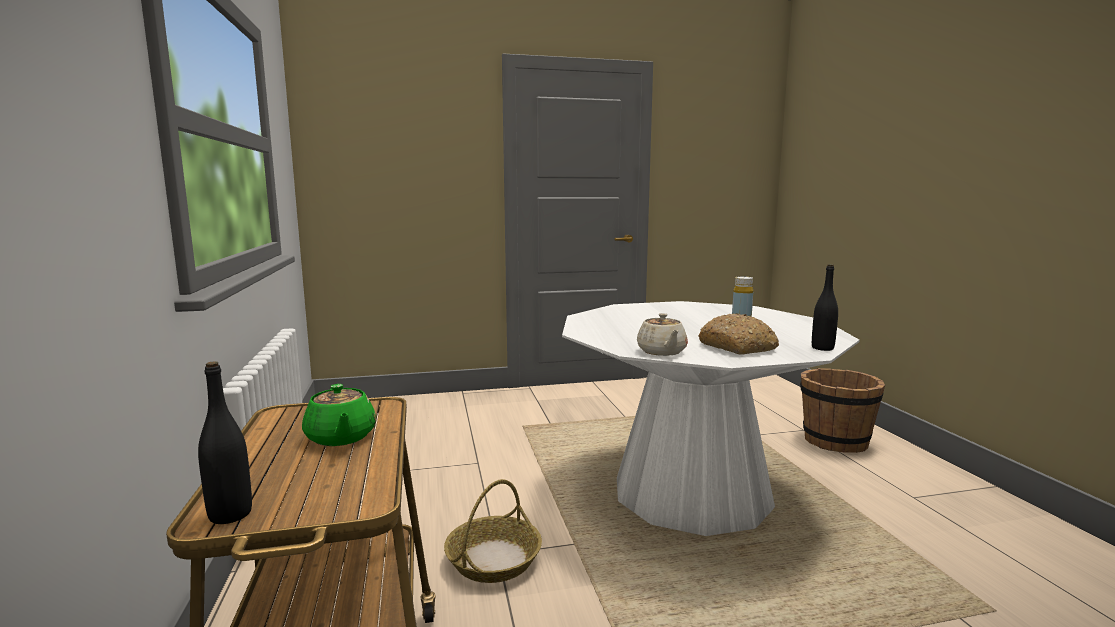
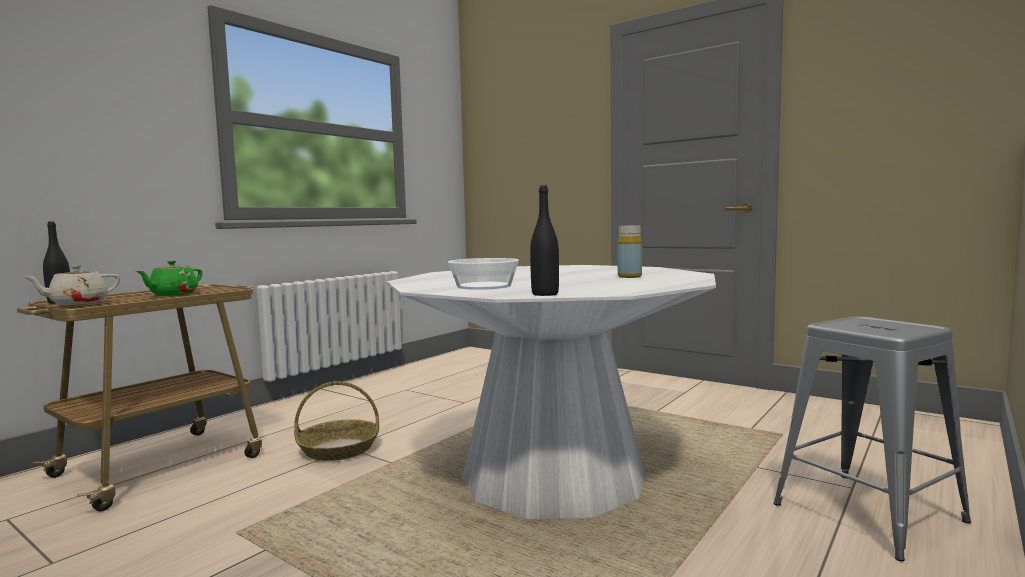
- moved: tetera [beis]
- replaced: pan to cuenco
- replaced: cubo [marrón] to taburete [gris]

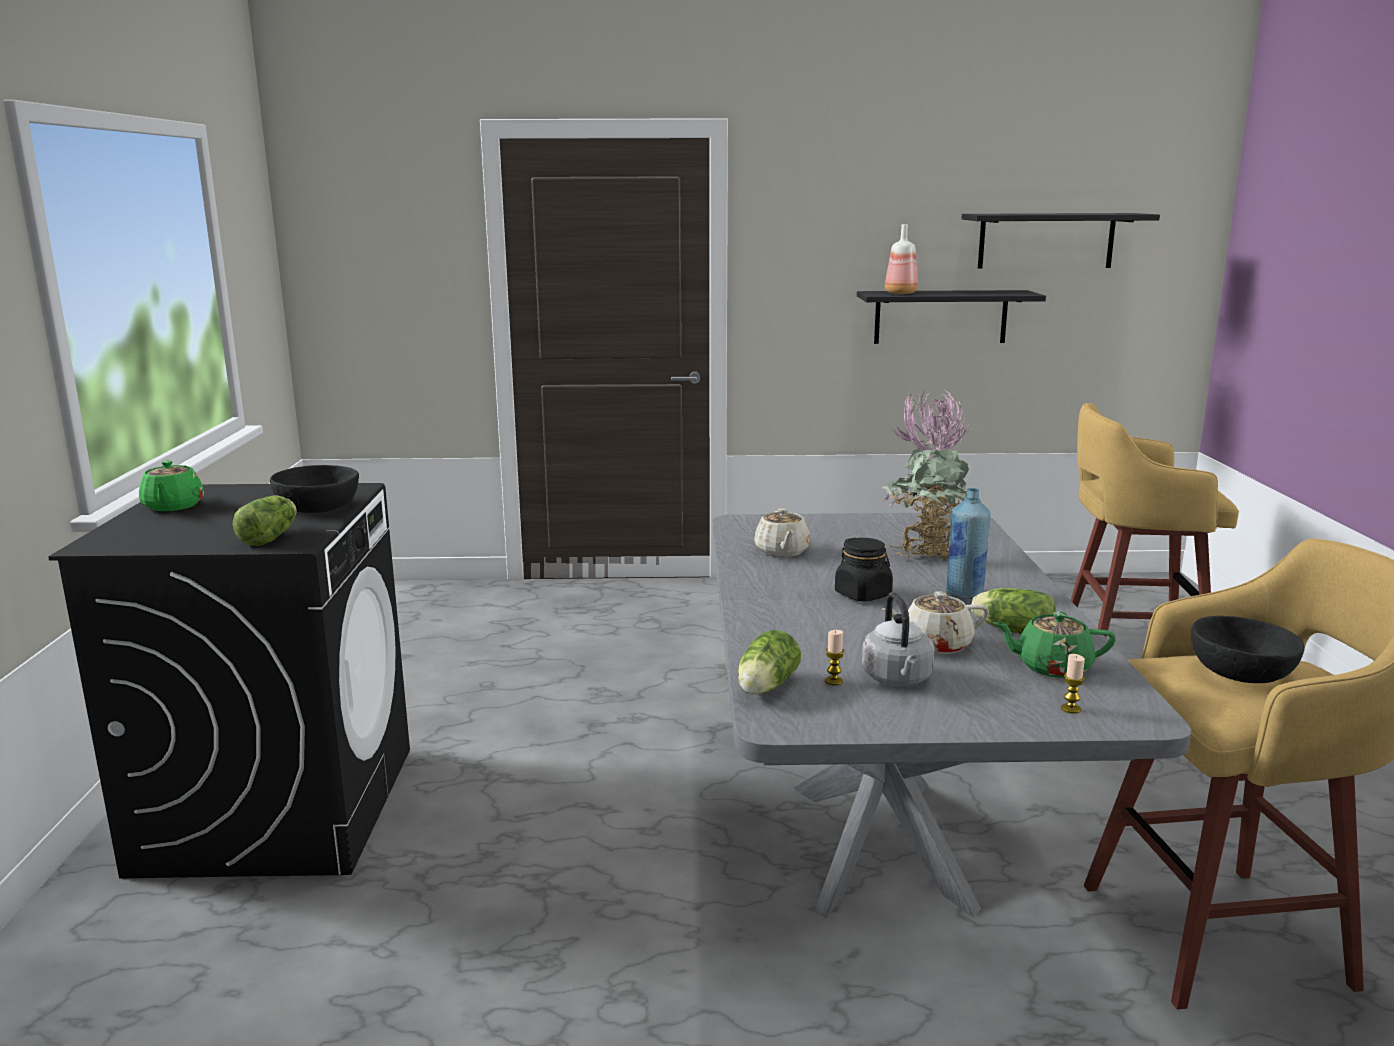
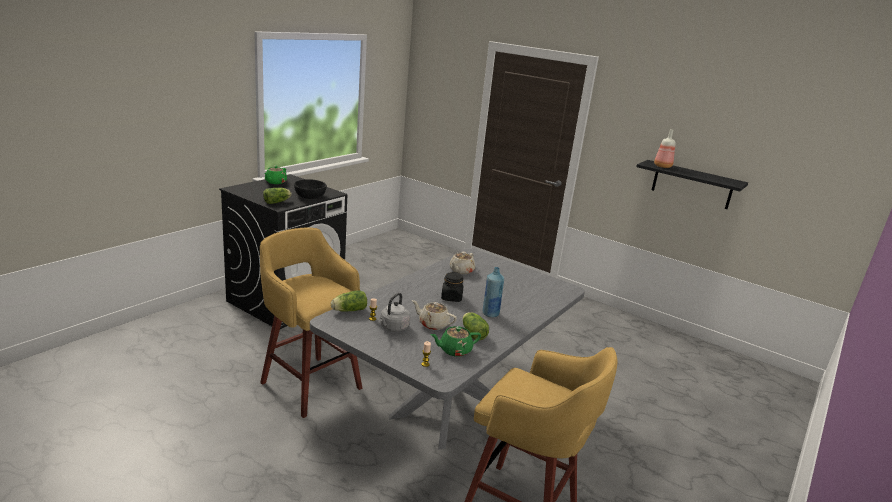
- moved: taburete [amarillo] (1st from left)
- turned: tetera [verde] (2nd from left) 60 degrees counterclockwise
- removed: planta en maceta
- removed: estante [negro] (2nd from left)
- removed: cuenco [negro] (2nd from left)

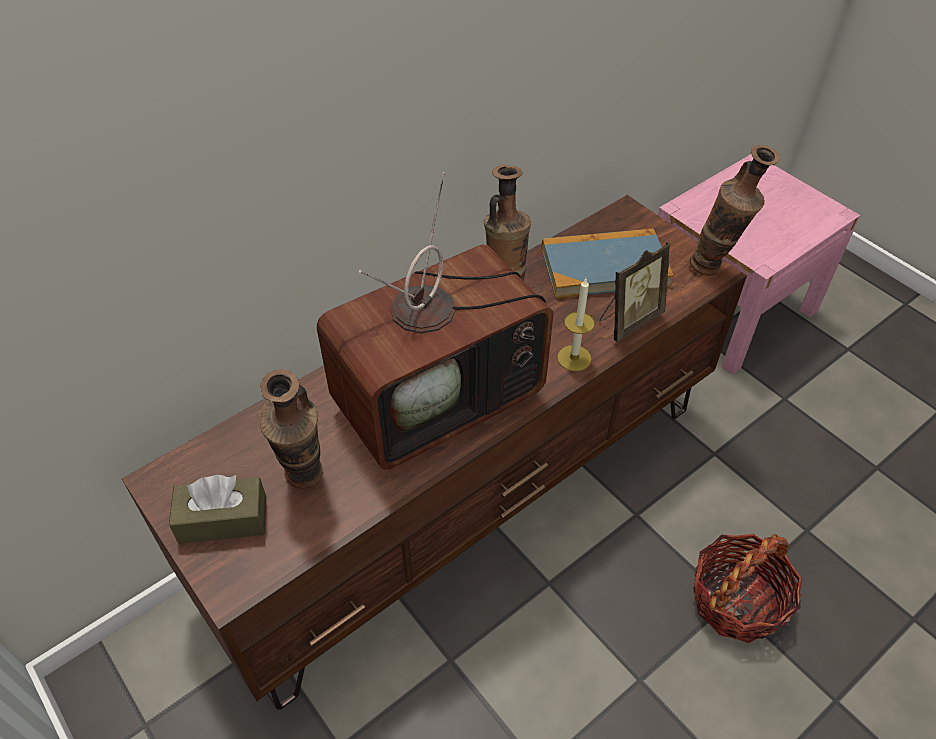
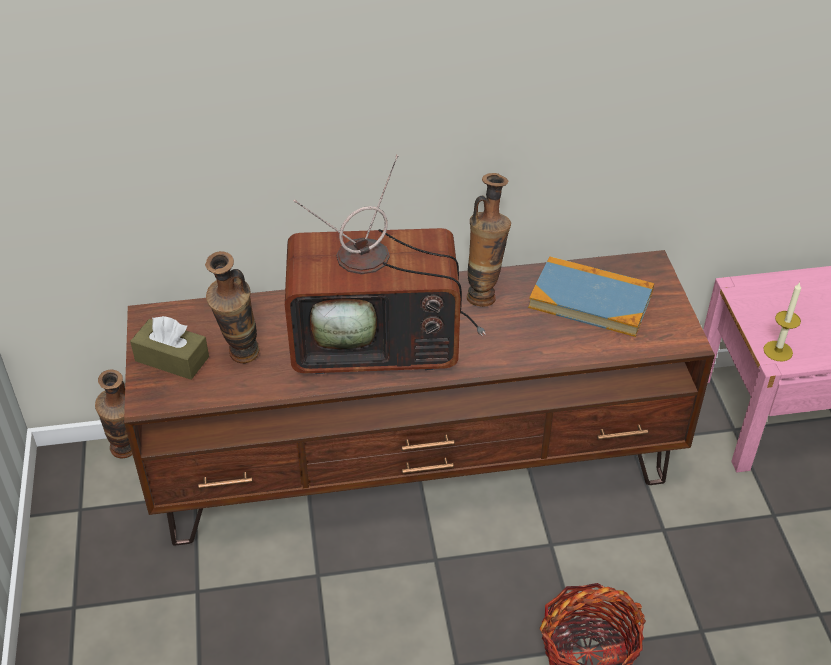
- moved: florero (3rd from left in the first image) to florero (1st from left)
- moved: vela
- removed: portarretratos

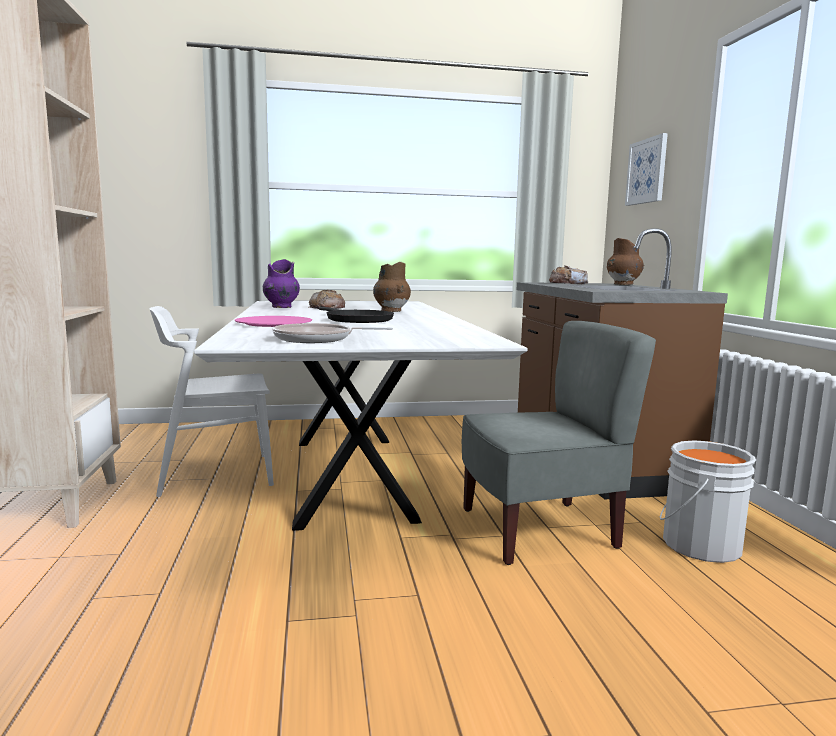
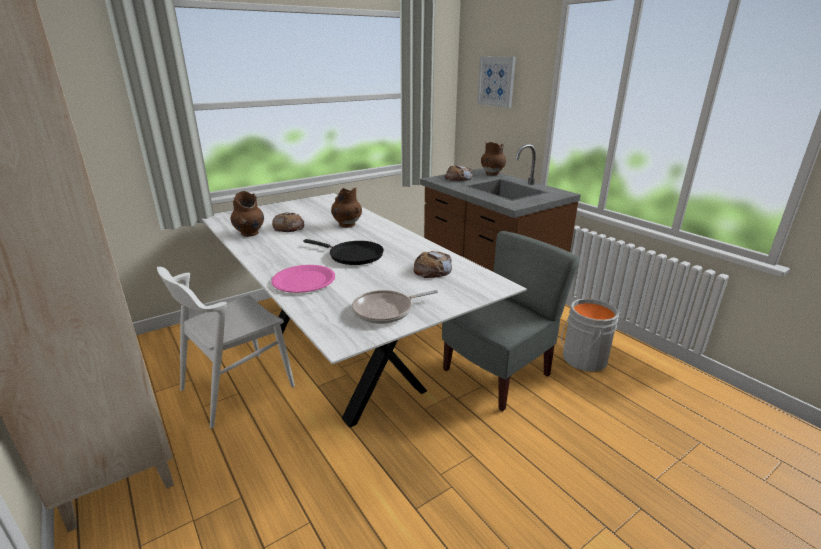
- recoloured: florero [morado] to florero [marrón] (1st from left)
- added: pan (2nd from left)

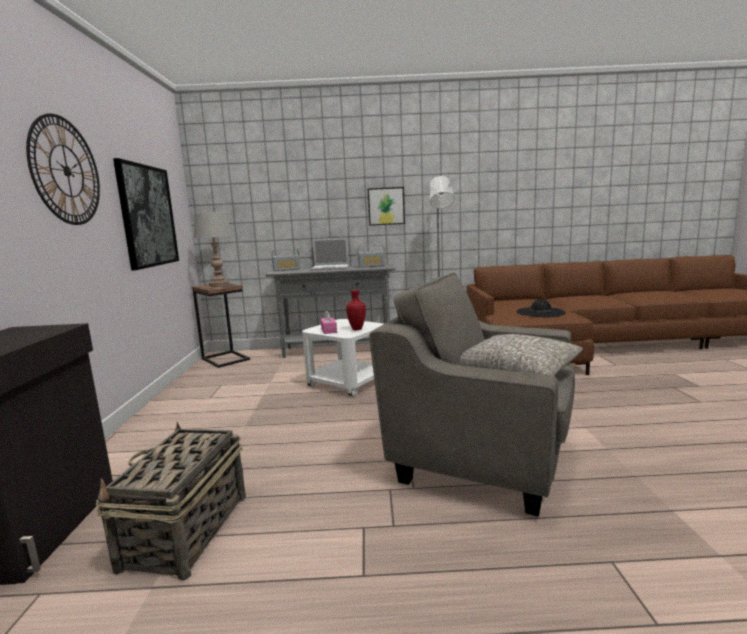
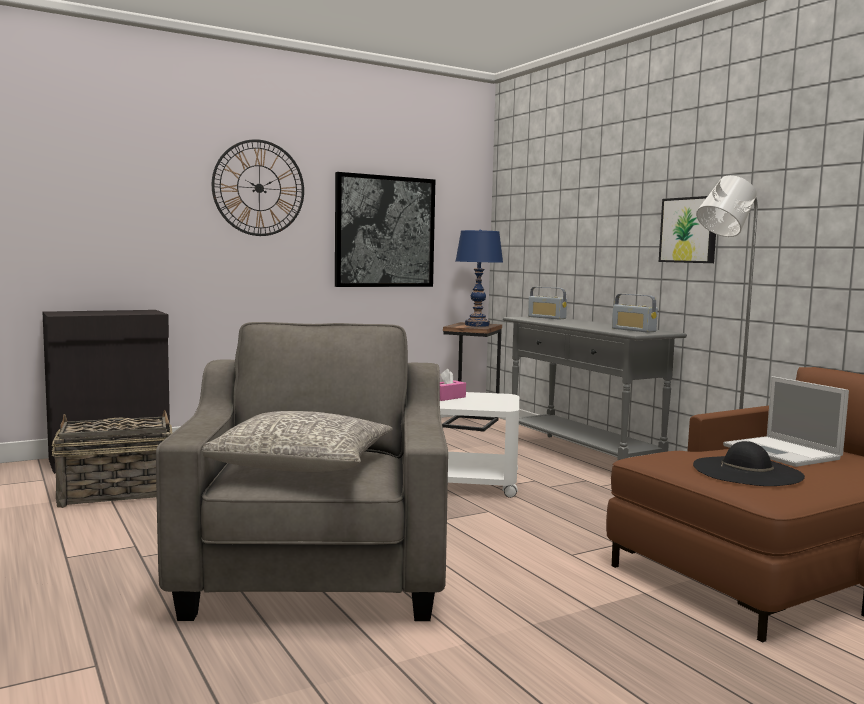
- recoloured: lámpara de mesa [gris] to lámpara de mesa [azul]
- moved: portátil
- removed: florero [rojo]

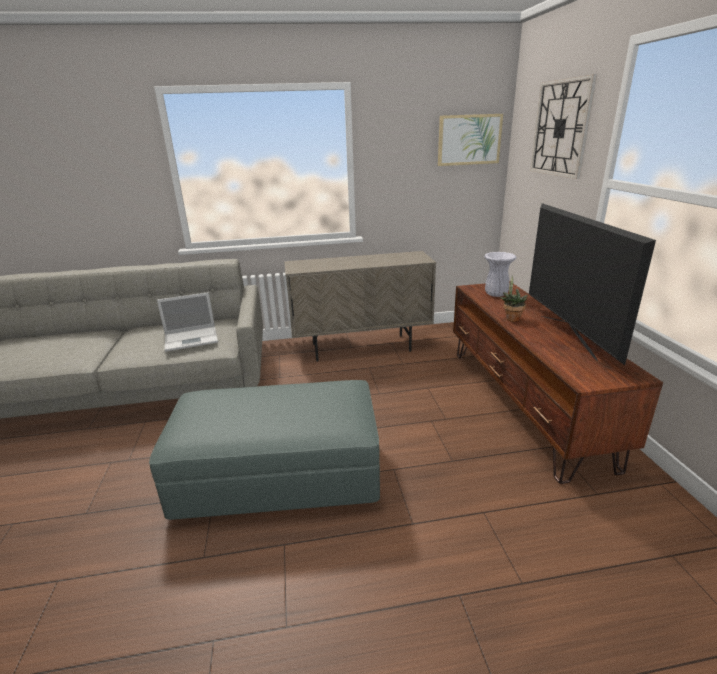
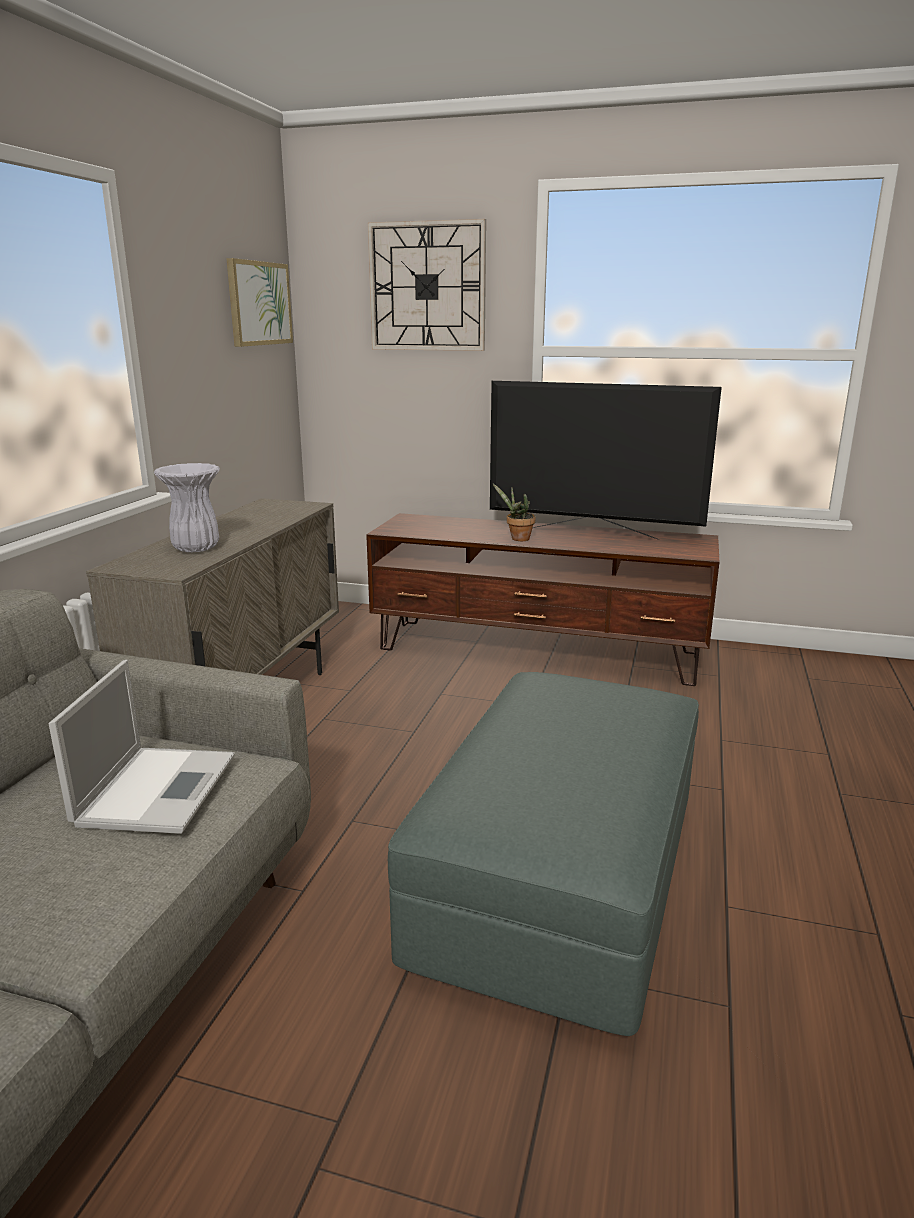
- moved: florero [blanco]

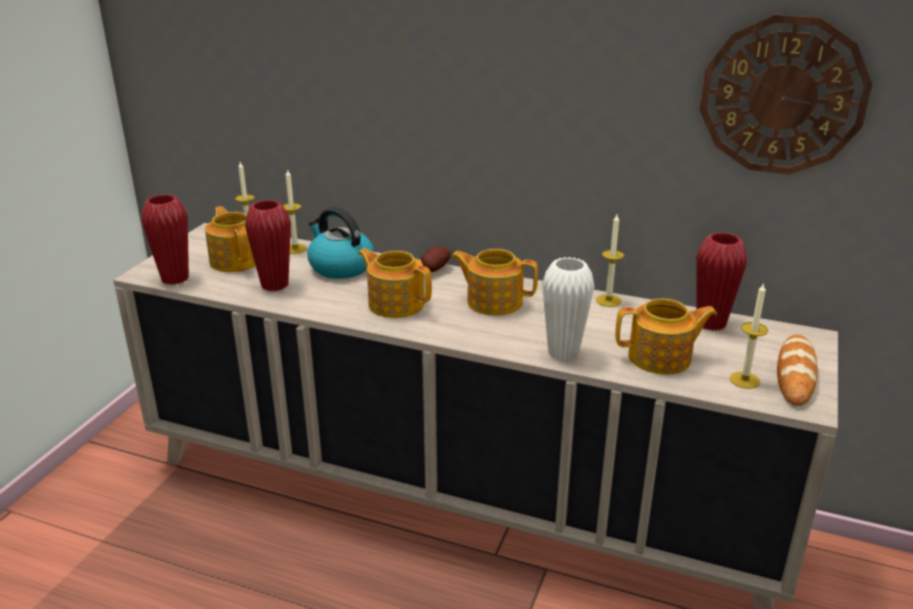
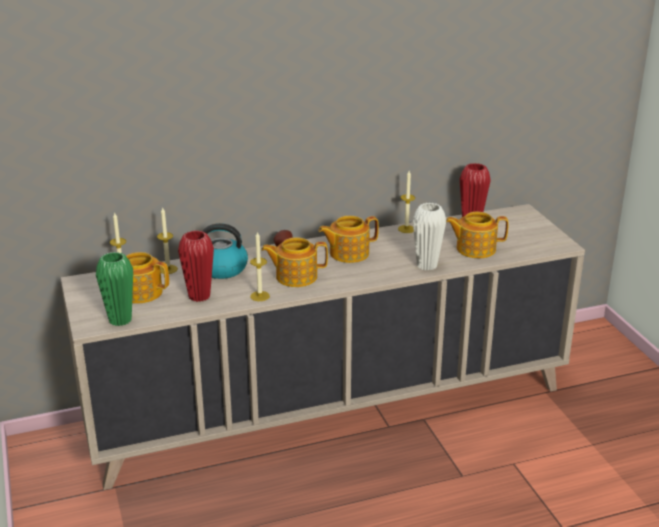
- recoloured: florero [rojo] (1st from left) to florero [verde]
- moved: vela (4th from left in the first image) to vela (3rd from left)
- turned: tetera (4th from left) 135 degrees counterclockwise
- removed: reloj de pared
- removed: pan

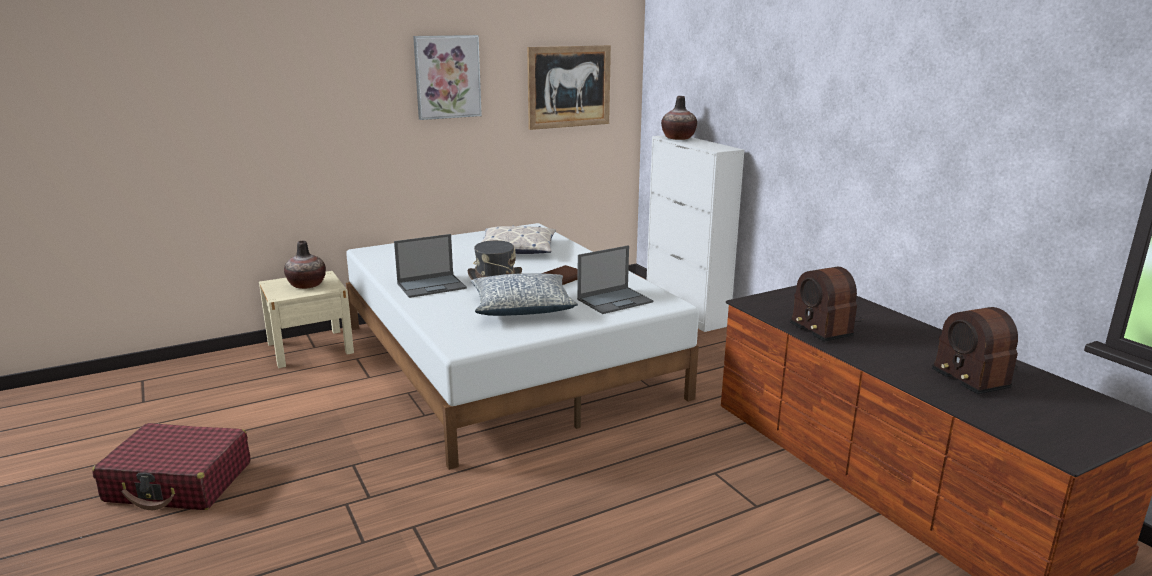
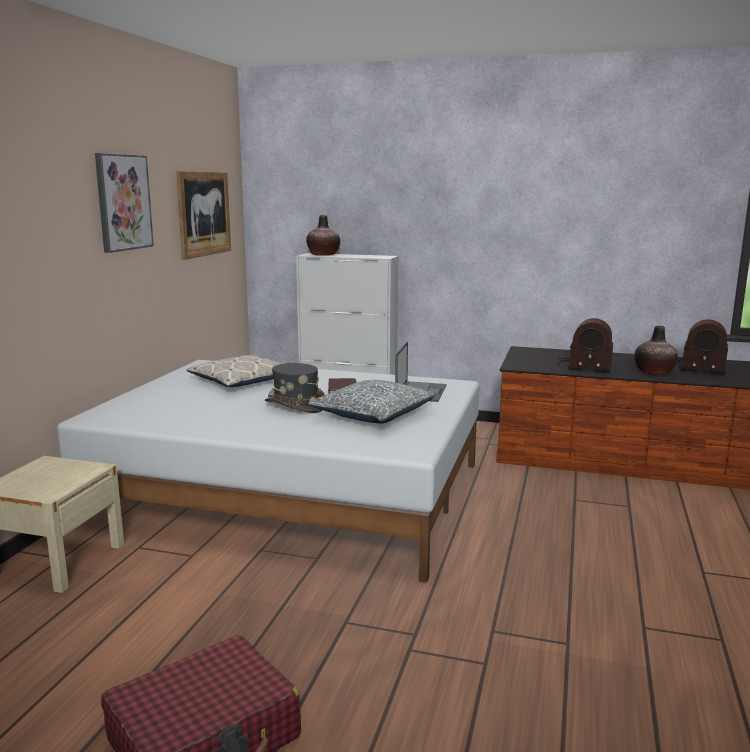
- moved: florero (1st from left in the first image) to florero (2nd from left)
- removed: portátil (1st from left)

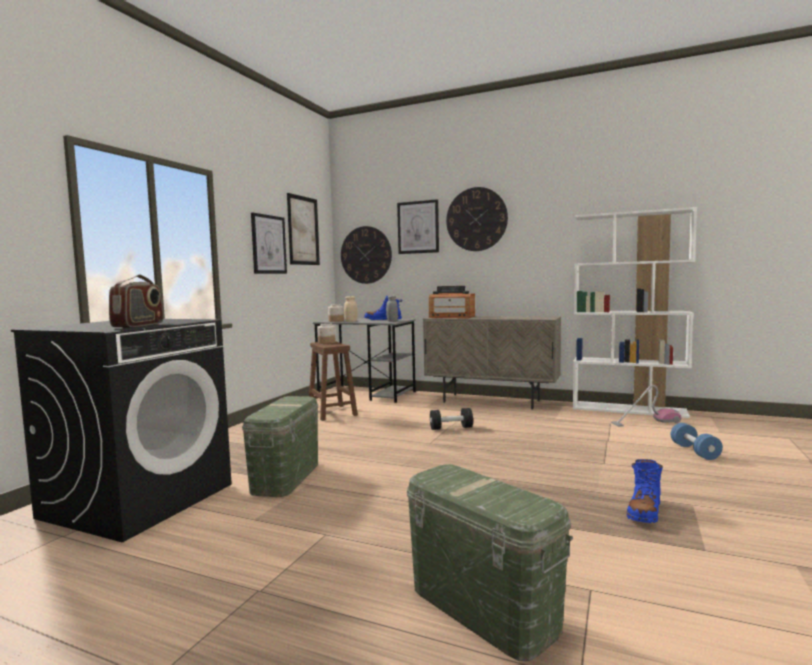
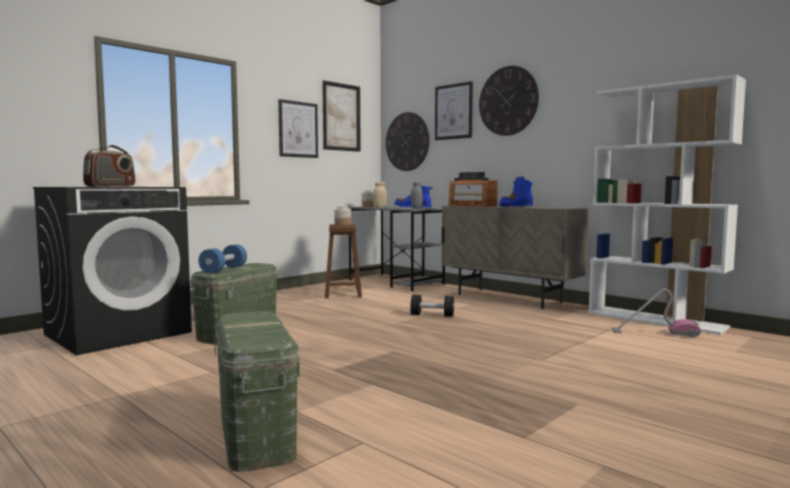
- moved: mancuerna [azul]
- moved: bota [azul] (2nd from left)

